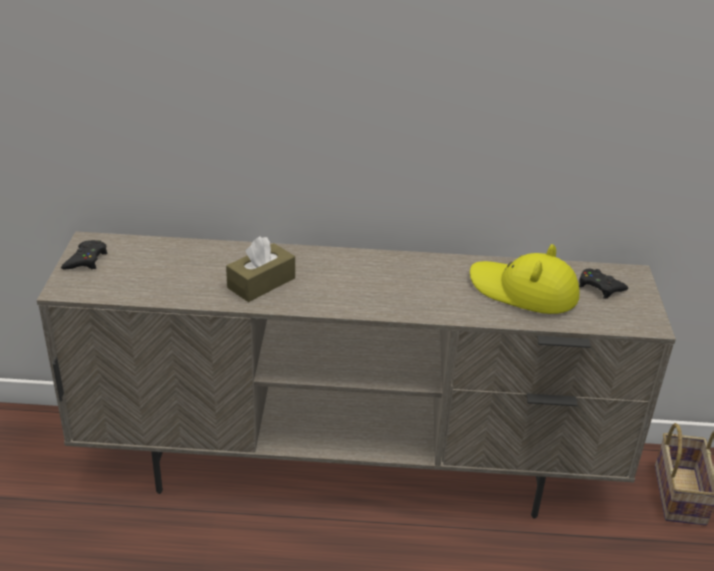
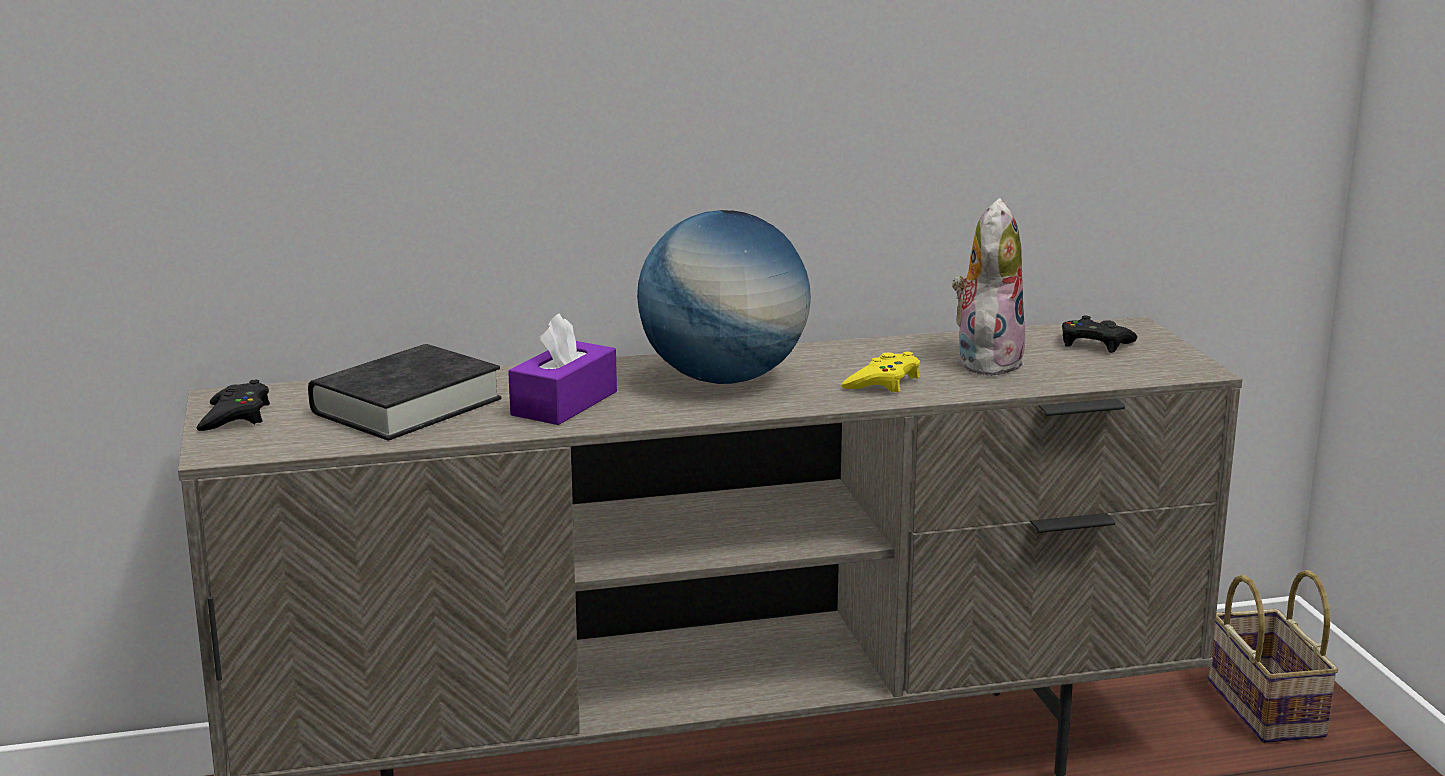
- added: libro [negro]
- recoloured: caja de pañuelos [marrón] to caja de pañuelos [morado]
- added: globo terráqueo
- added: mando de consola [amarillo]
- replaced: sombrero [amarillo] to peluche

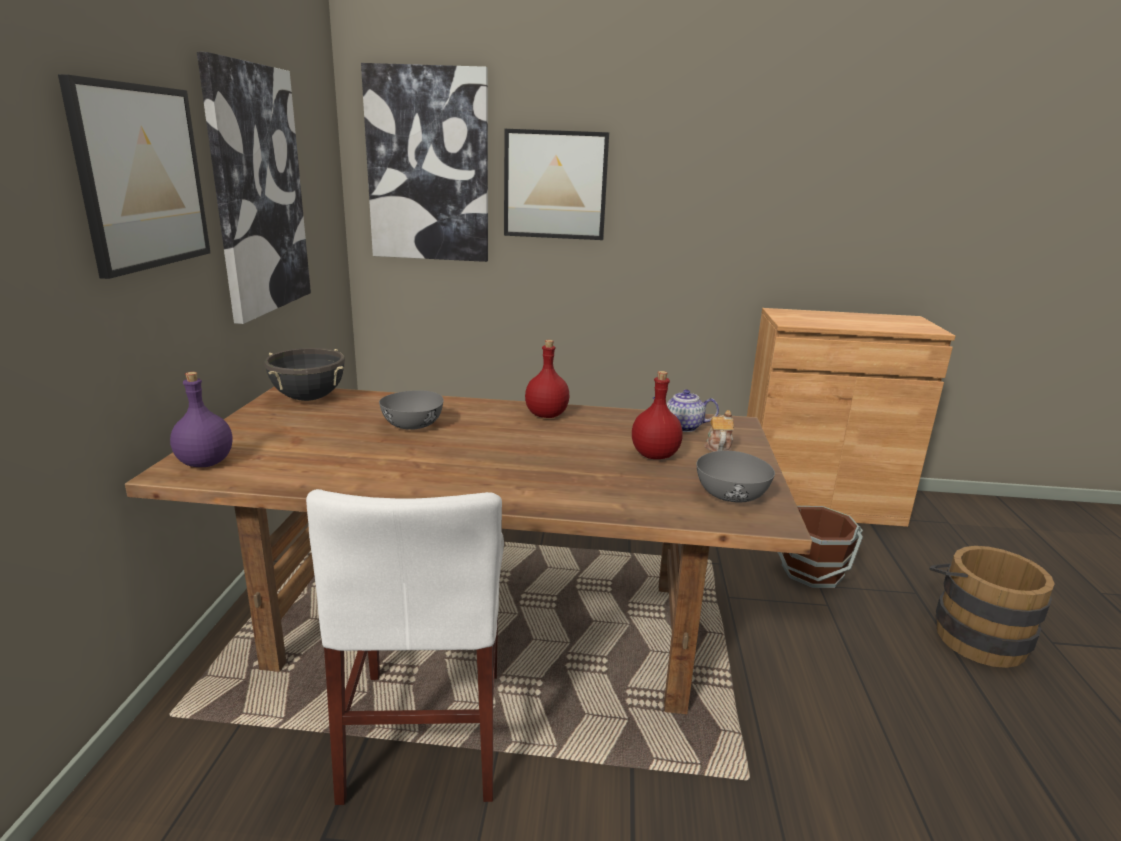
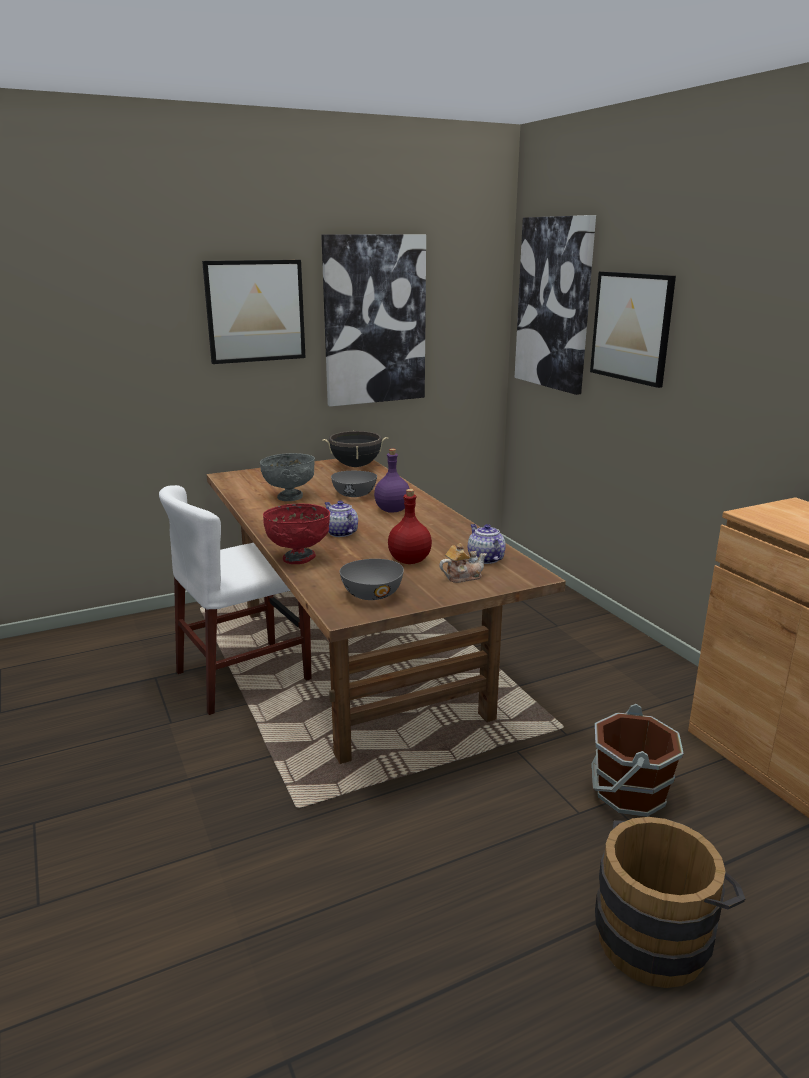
- added: cuenco [gris] (1st from left)
- added: cuenco [rojo]
- added: tetera (1st from left)
- moved: botella [morado]
- removed: botella [rojo] (1st from left)

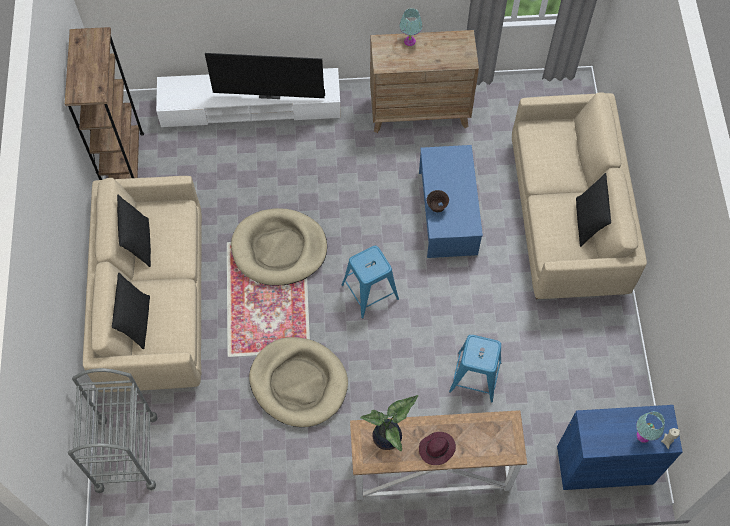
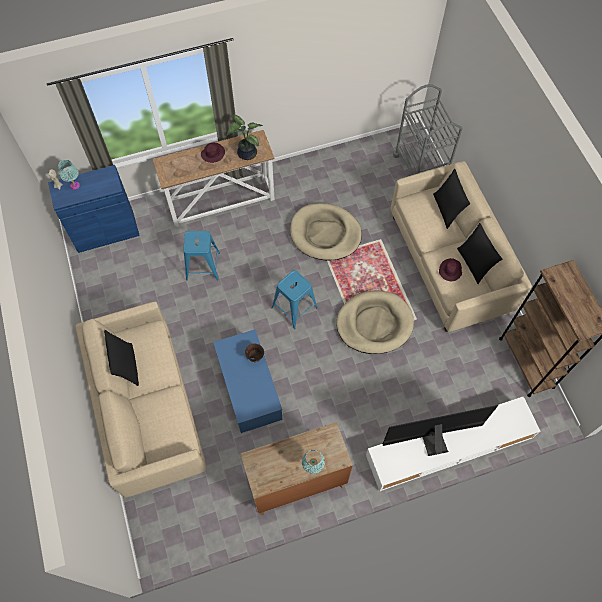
- added: sombrero [morado] (2nd from left)

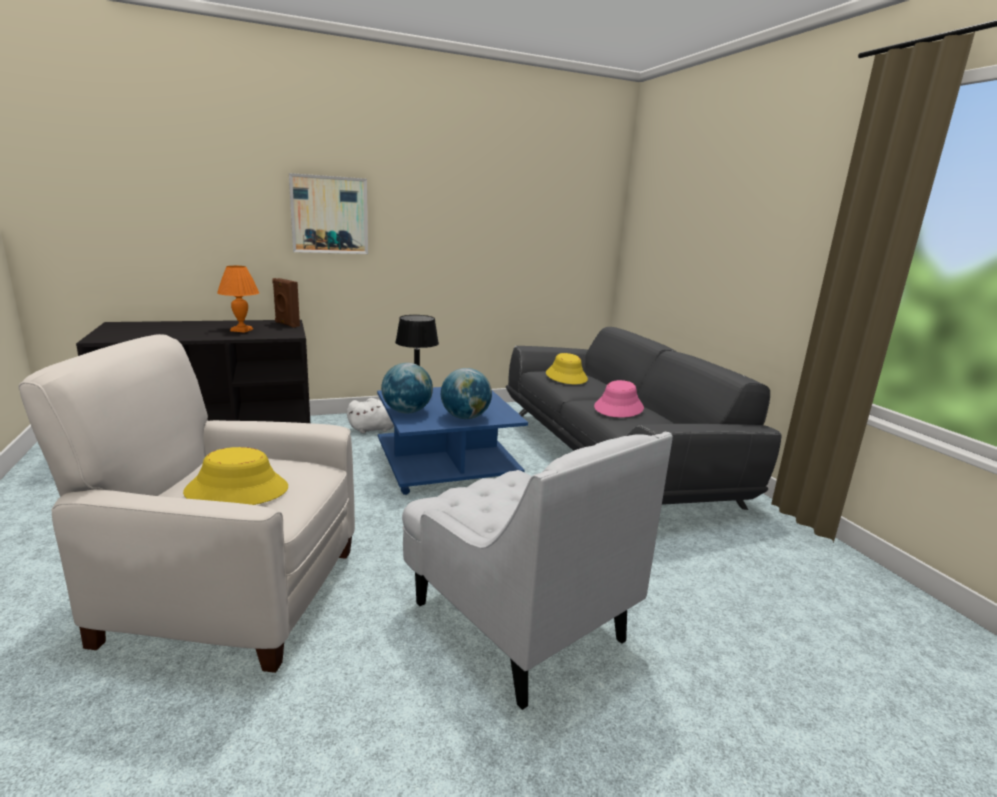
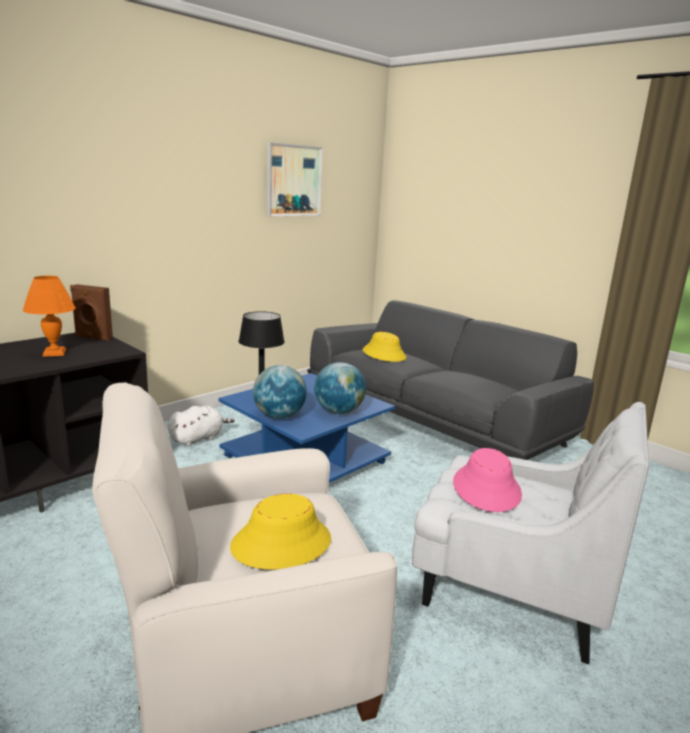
- moved: cuadro
- moved: sombrero [rosa]

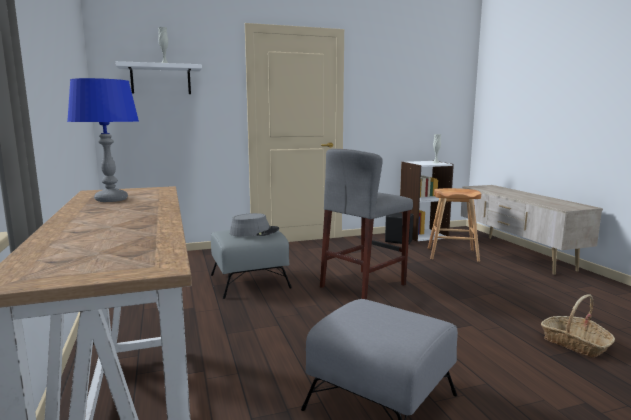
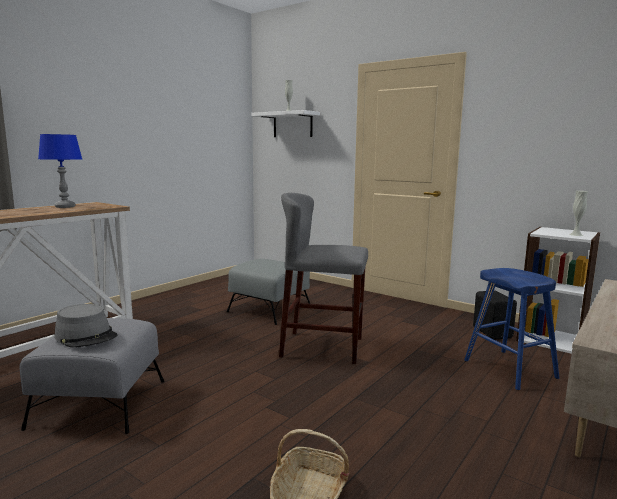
- moved: sombrero [gris]
- recoloured: taburete [marrón] to taburete [azul]

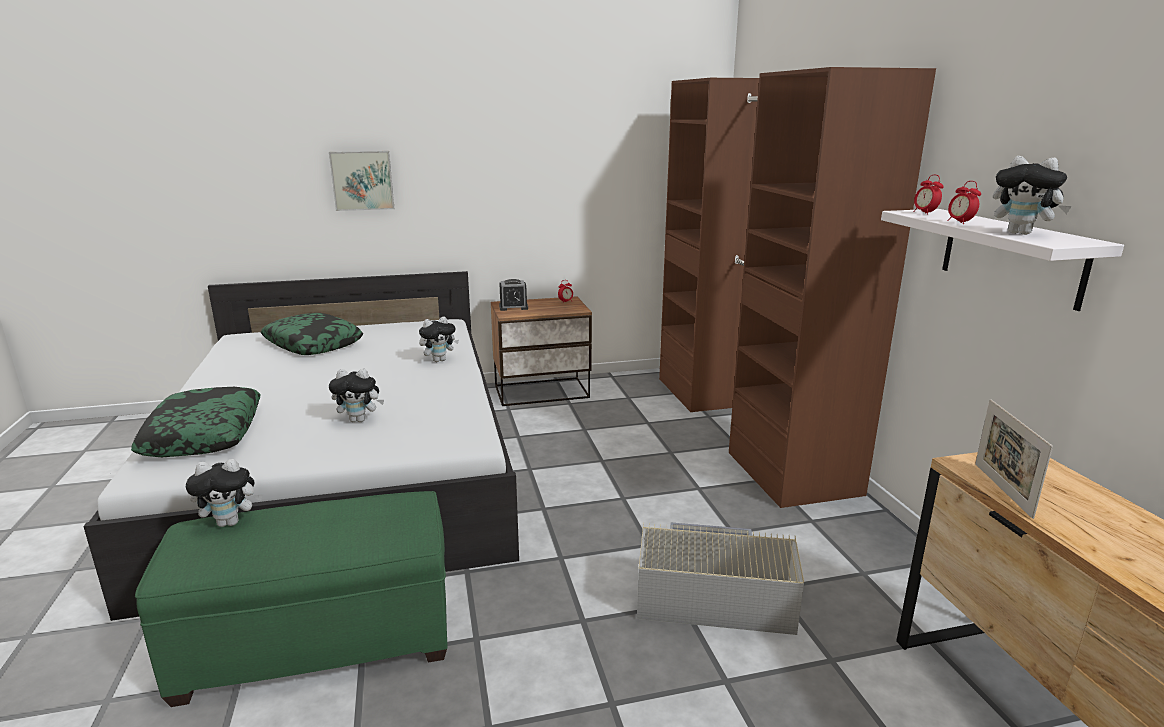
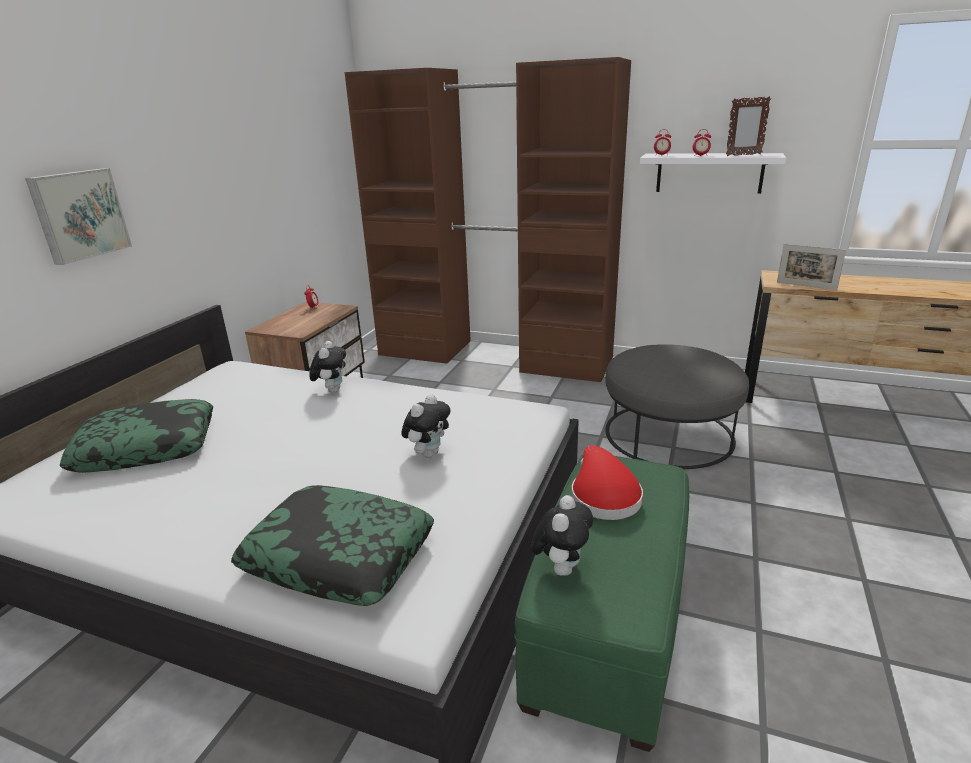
- added: sombrero [rojo]
- replaced: caja de almacenaje [gris] to puf [gris]
- replaced: peluche (4th from left) to portarretratos (1st from left)
- removed: despertador (1st from left)

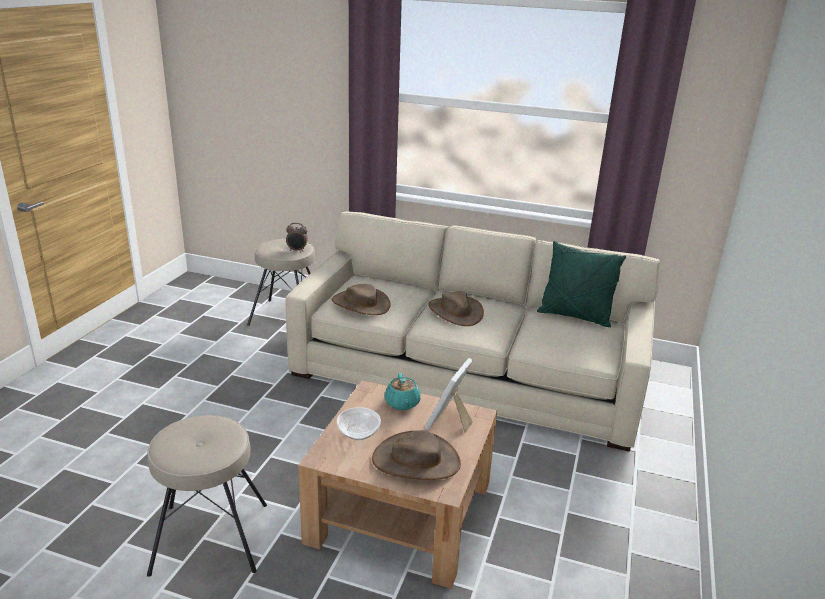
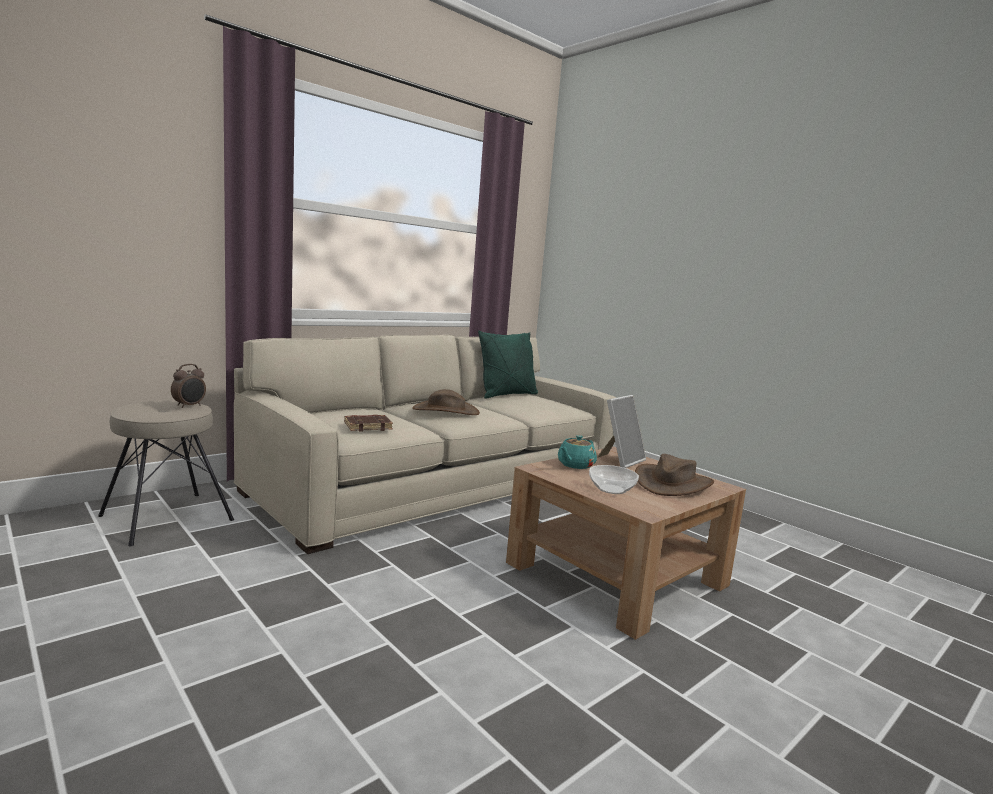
- replaced: sombrero [marrón] (1st from left) to libro [marrón]
- turned: tetera [turquesa] 105 degrees clockwise
- turned: portarretratos 105 degrees counterclockwise
- removed: taburete [beis] (1st from left)

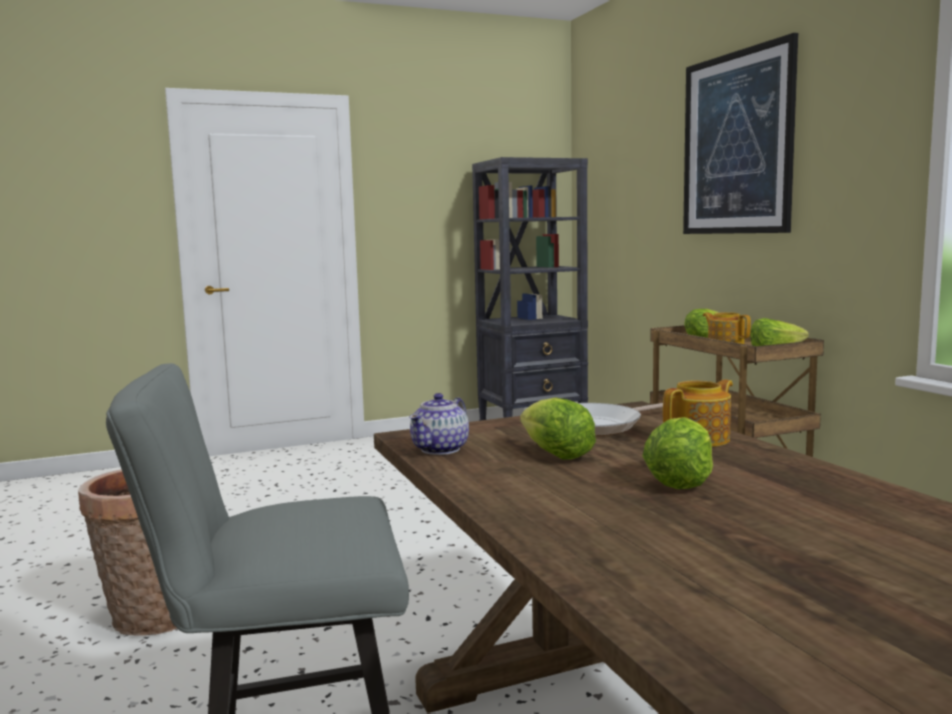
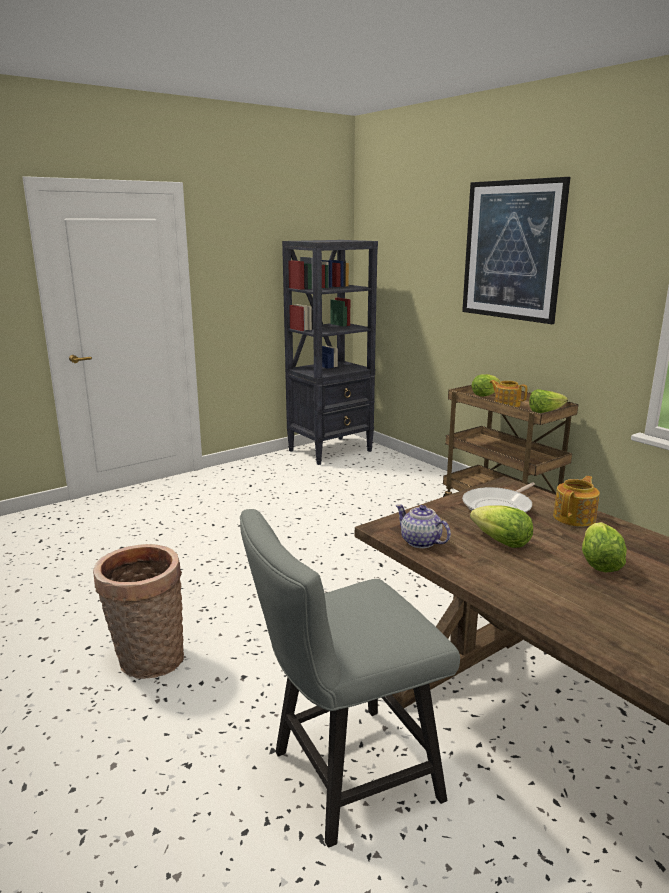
- turned: tetera (1st from left) 120 degrees clockwise

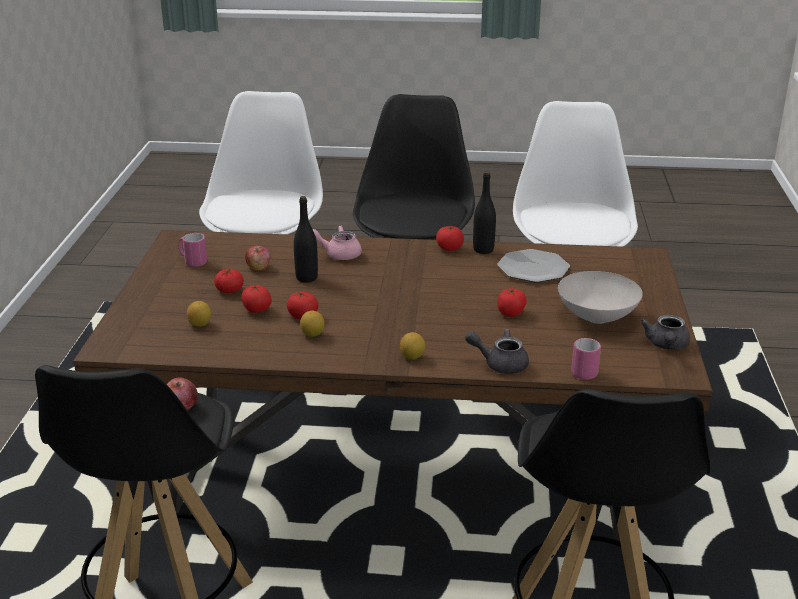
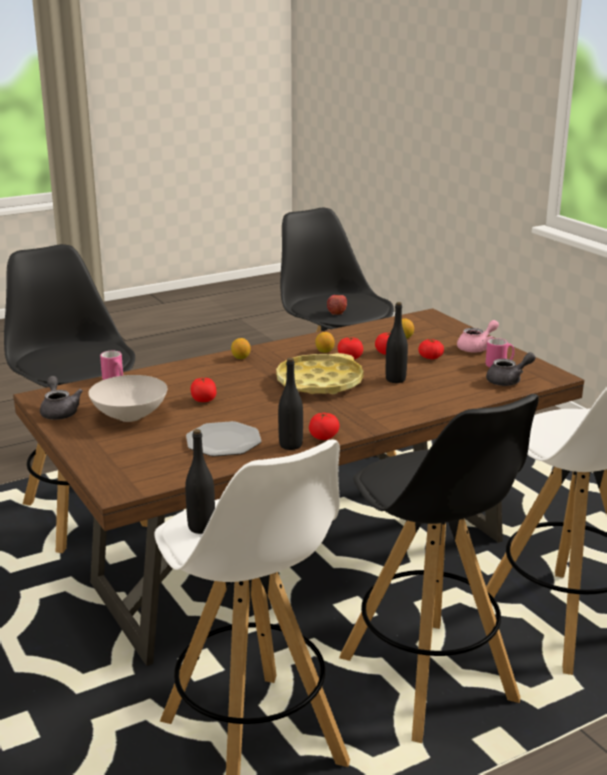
- added: botella [negro] (1st from left)
- added: bandeja [amarillo]
- moved: tetera [rosa]
- moved: tetera [gris] (1st from left in the first image) to tetera [gris] (2nd from left)
- removed: manzana (2nd from left)

